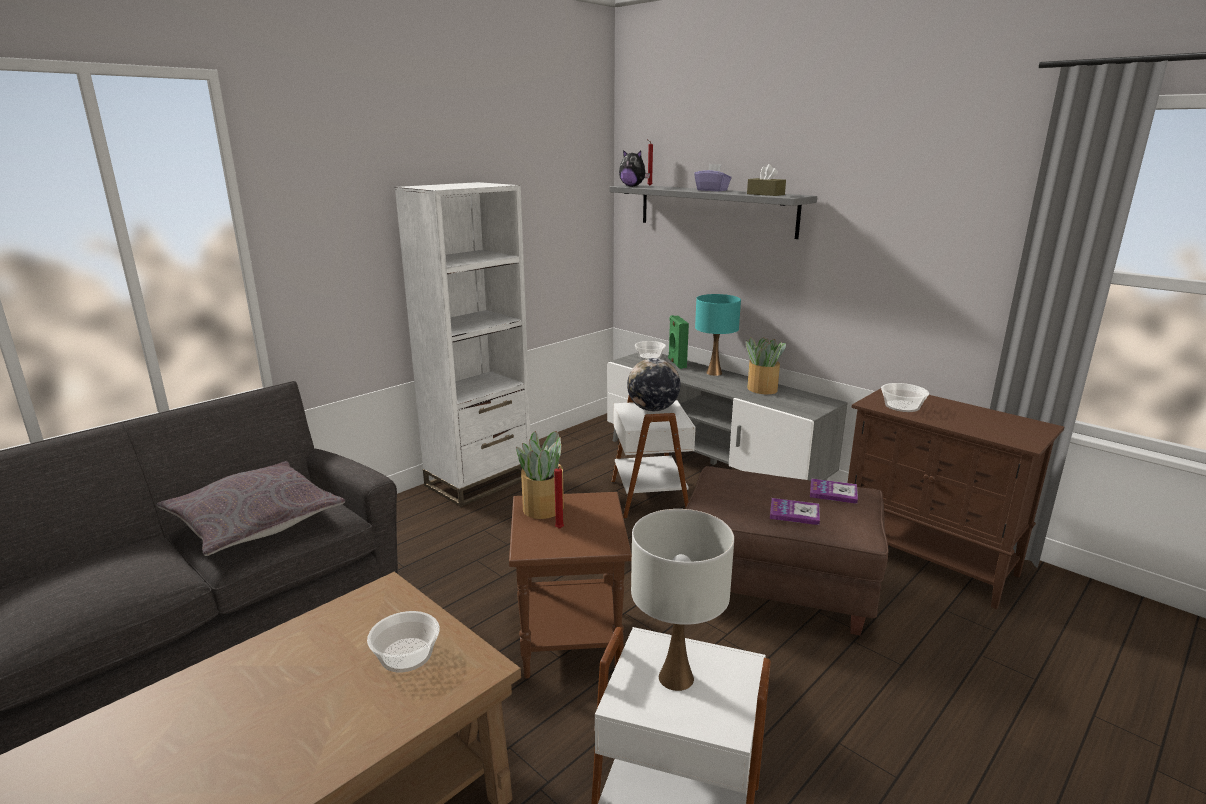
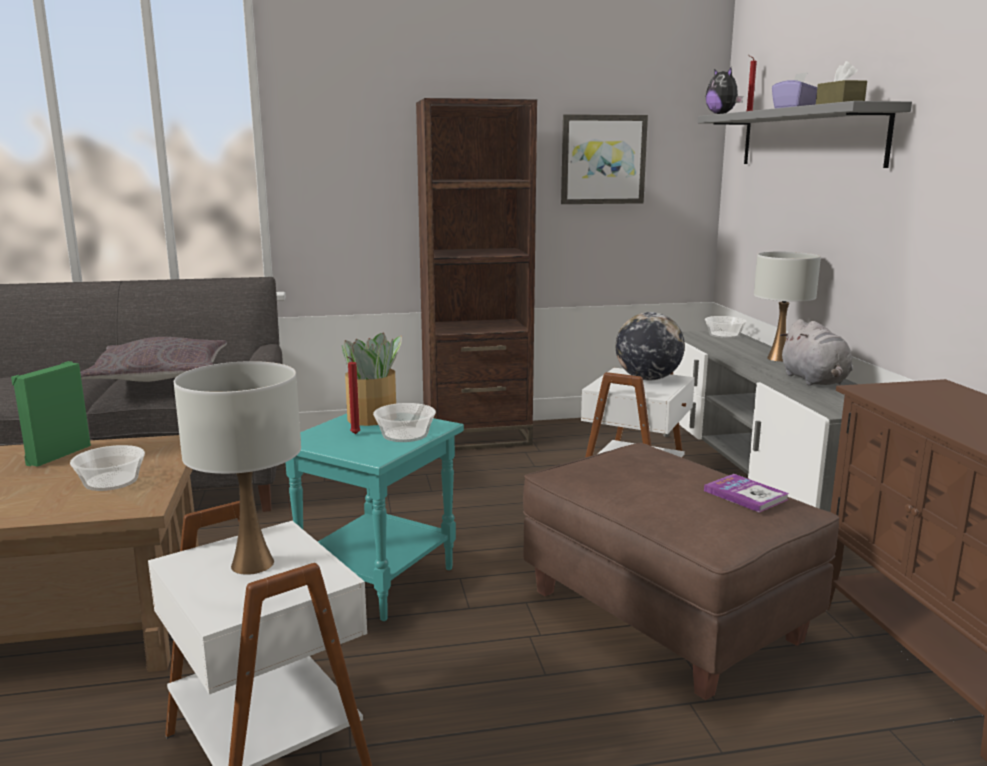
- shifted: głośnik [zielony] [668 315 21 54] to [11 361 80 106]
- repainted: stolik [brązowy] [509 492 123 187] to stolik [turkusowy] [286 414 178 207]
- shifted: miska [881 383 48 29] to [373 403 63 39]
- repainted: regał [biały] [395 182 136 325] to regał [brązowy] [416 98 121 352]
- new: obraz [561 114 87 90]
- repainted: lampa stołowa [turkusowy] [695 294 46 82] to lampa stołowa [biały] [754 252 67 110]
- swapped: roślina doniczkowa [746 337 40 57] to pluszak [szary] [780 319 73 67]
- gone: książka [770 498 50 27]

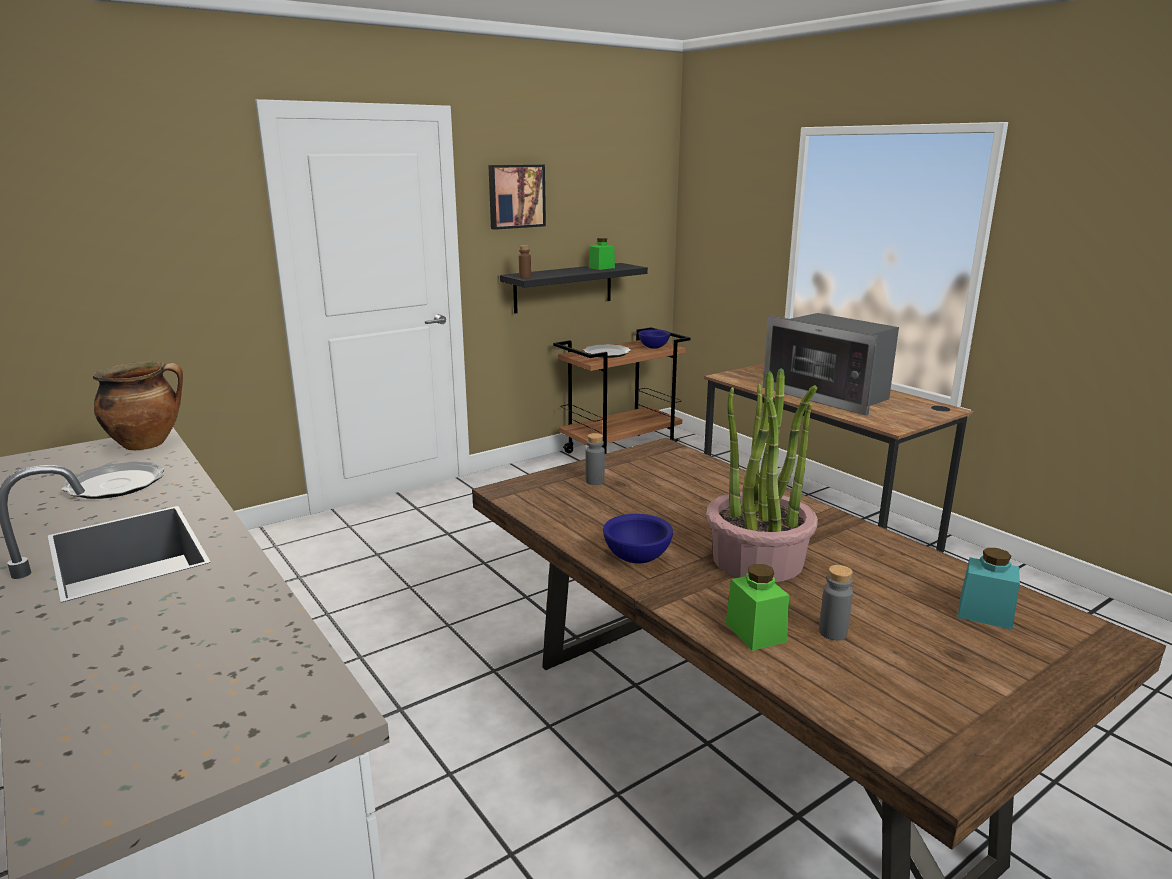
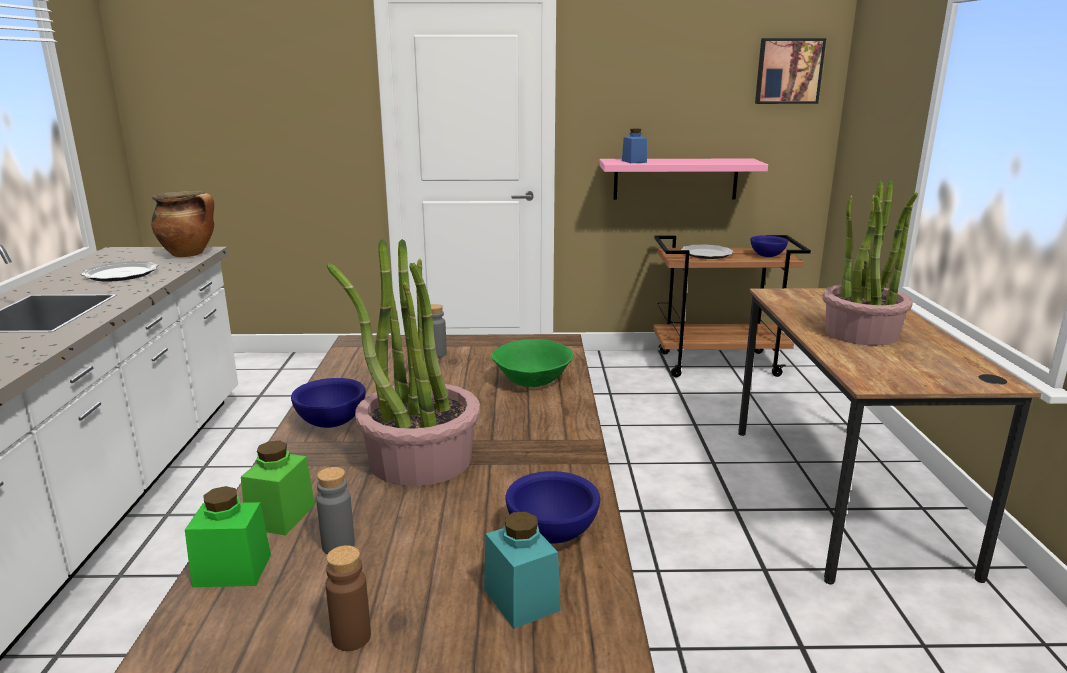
- shifted: słoik [zielony] [589 238 26 32] to [185 486 86 101]
- shifted: butelka [brązowy] [519 245 12 33] to [326 545 45 106]
- new: miska [zielony] [491 339 82 48]
- new: miska [niebieski] [505 471 95 73]
- repainted: półka [czarny] [500 263 148 51] to półka [różowy] [599 159 169 41]
- new: słoik [niebieski] [622 129 25 34]
- shifted: obraz [488 164 58 66] to [755 38 71 66]
- swapped: mikrofalówka [762 313 137 103] to roślina doniczkowa [822 180 96 166]

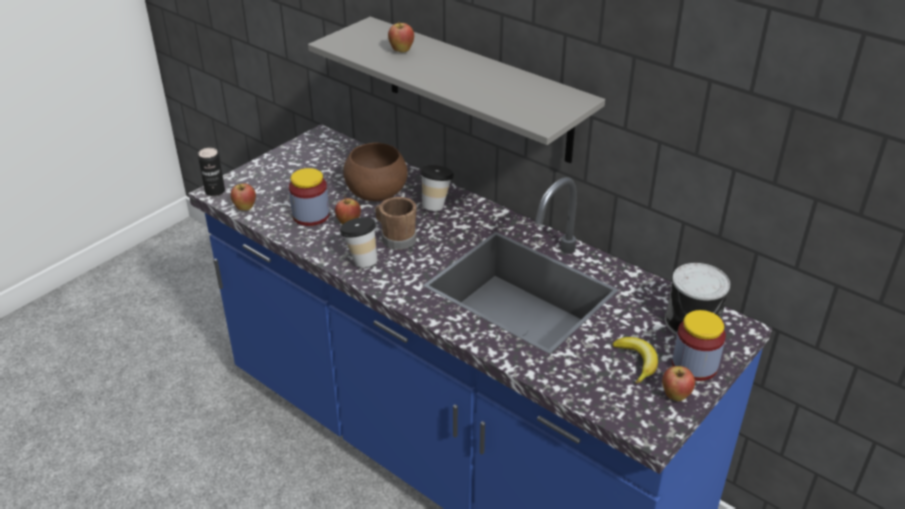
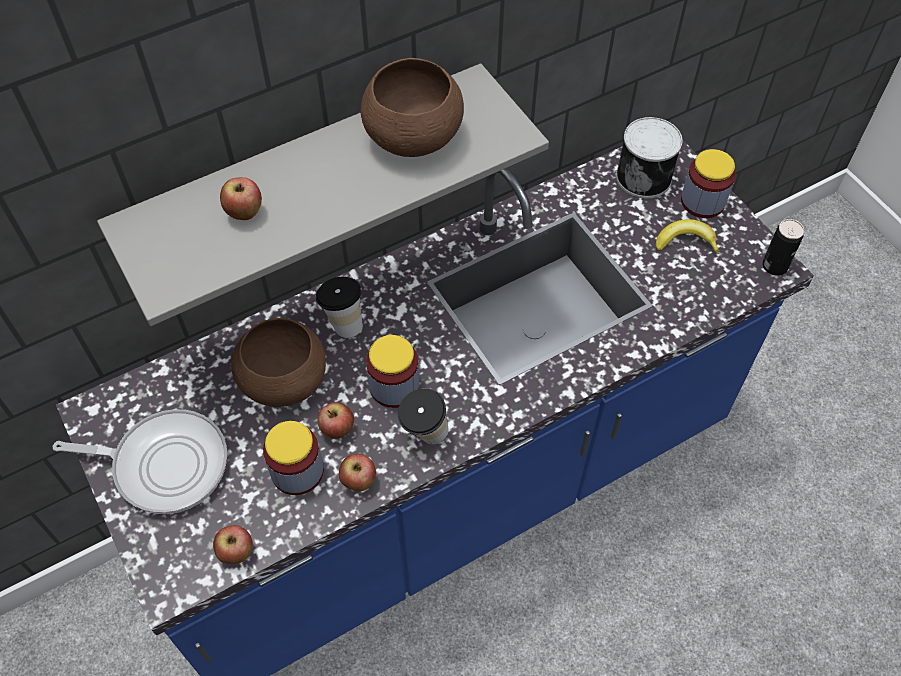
- new: patelnia [53 409 174 105]
- shifted: jabłko [662 366 33 35] to [339 454 37 38]
- new: miska [brązowy] [361 58 103 99]
- swapped: kubek [brązowy] [375 197 42 53] to słoik [366 335 53 73]
- shifted: puszka [198 148 27 48] to [762 219 42 57]

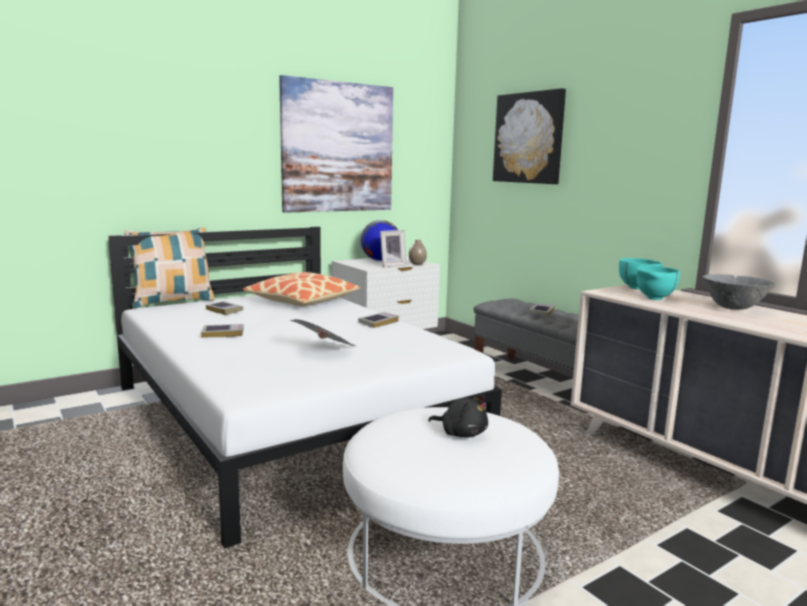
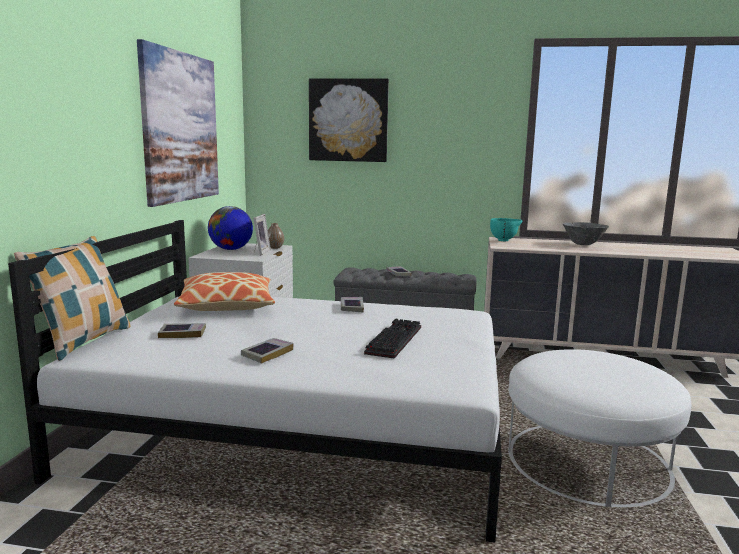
- swapped: gazeta [290 319 68 27] to klawiatura [364 318 57 41]
- gone: pluszak [czarny] [428 395 60 43]
- gone: miska [turkusowy] [636 266 44 34]

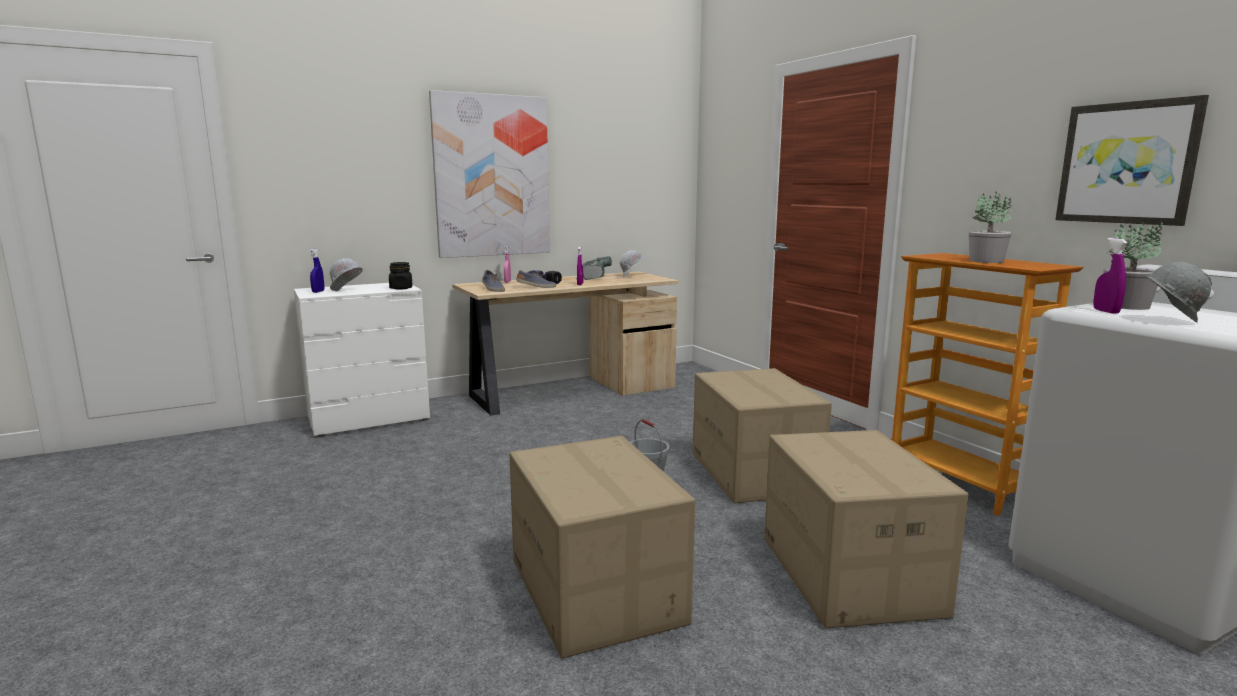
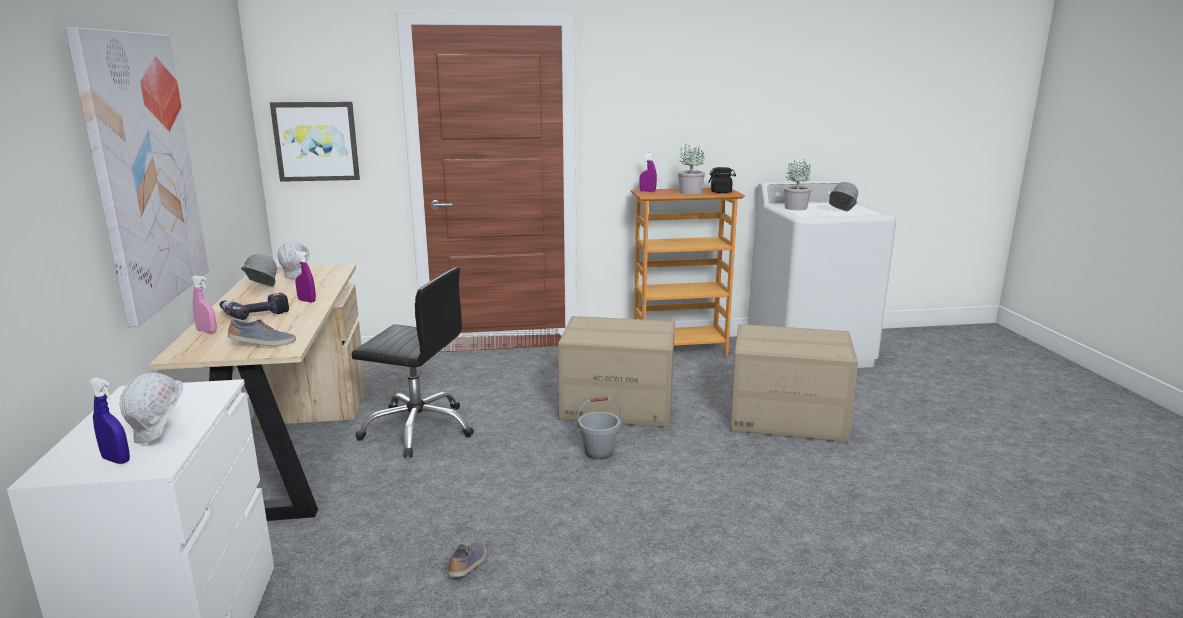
- swapped: wiertarka [575 256 37 24] to kask [szary] [241 254 36 33]
- shifted: obraz [1055 95 154 131] to [270 102 90 80]
- new: krzesło biurowe [czarny] [351 267 123 191]
- shifted: but [516 270 40 18] to [448 542 38 35]
- shifted: spryskiwacz [fioletowy] [1093 238 35 76] to [639 152 18 40]
- shifted: słoik [czarny] [389 262 24 28] to [708 167 28 26]
- gone: karton [509 436 186 223]

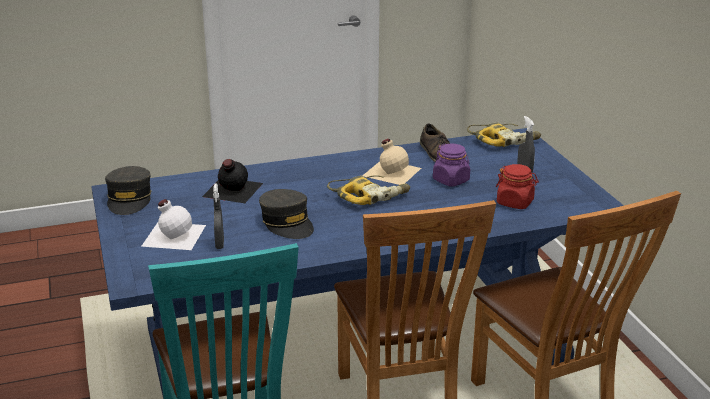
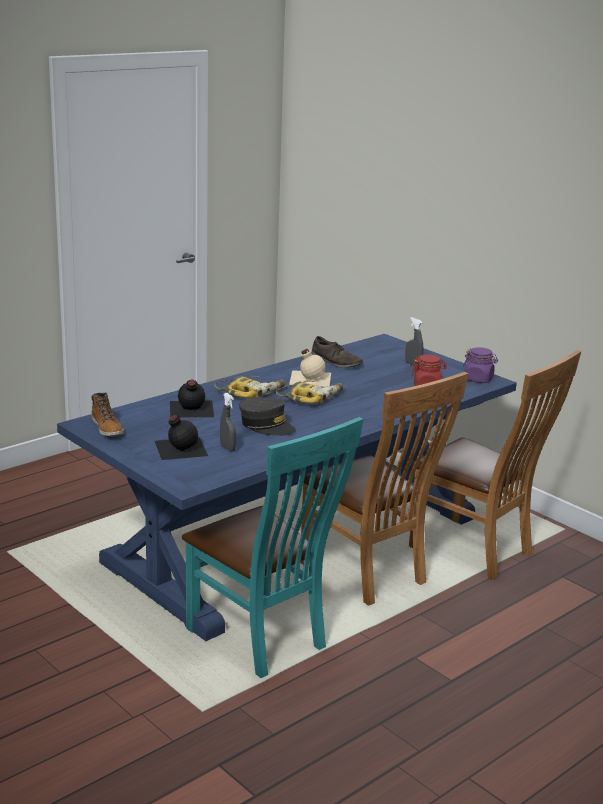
- swapped: czapka z daszkiem [szary] [105 166 47 49] to but z cholewką [91 393 33 43]
- repainted: butelka [biały] [141 199 65 51] to butelka [czarny] [155 415 53 45]
- shifted: wiertarka [467 122 74 25] to [214 376 71 22]
- shifted: słoik [fioletowy] [433 144 37 43] to [463 347 35 36]

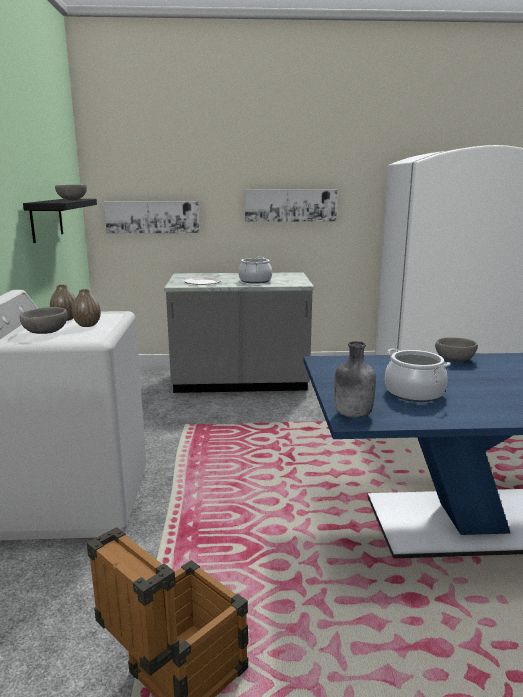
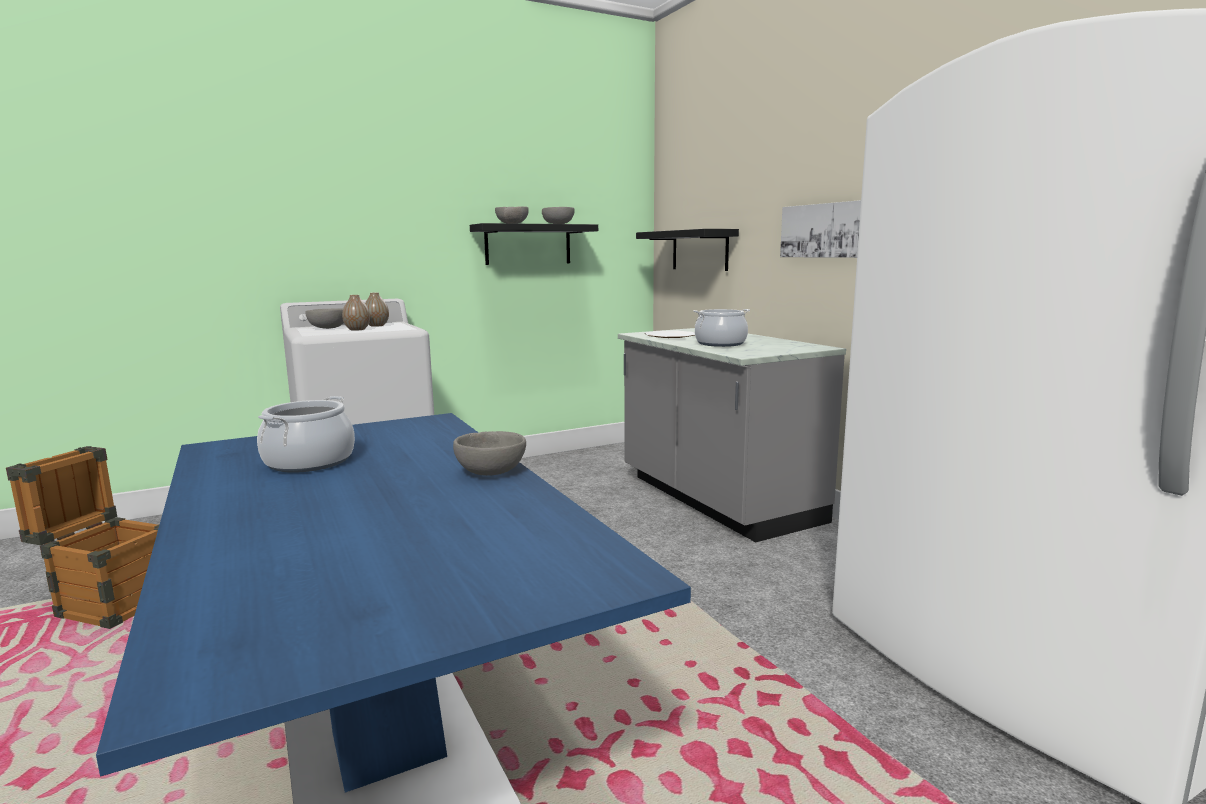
- new: miska [szary] [495 206 34 18]
- swapped: obraz [104 201 96 32] to półka [czarny] [636 229 103 42]
- gone: butelka [szary] [334 341 42 77]

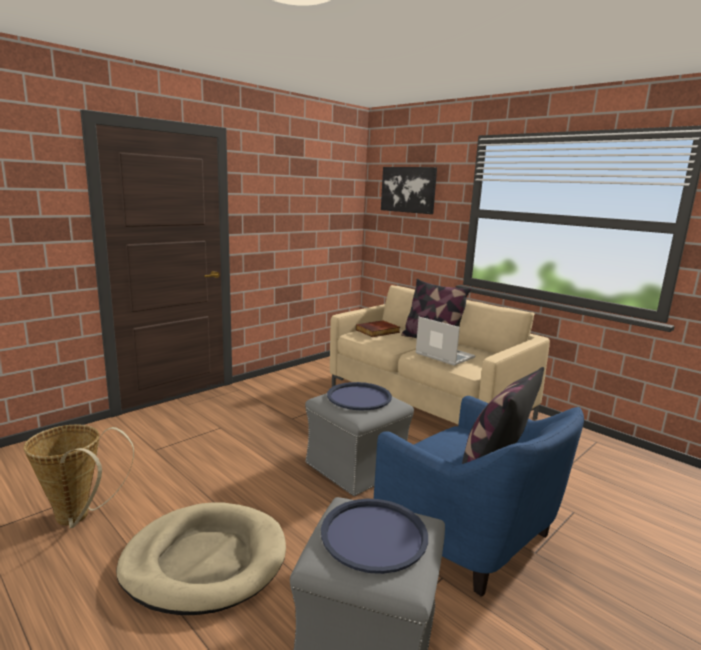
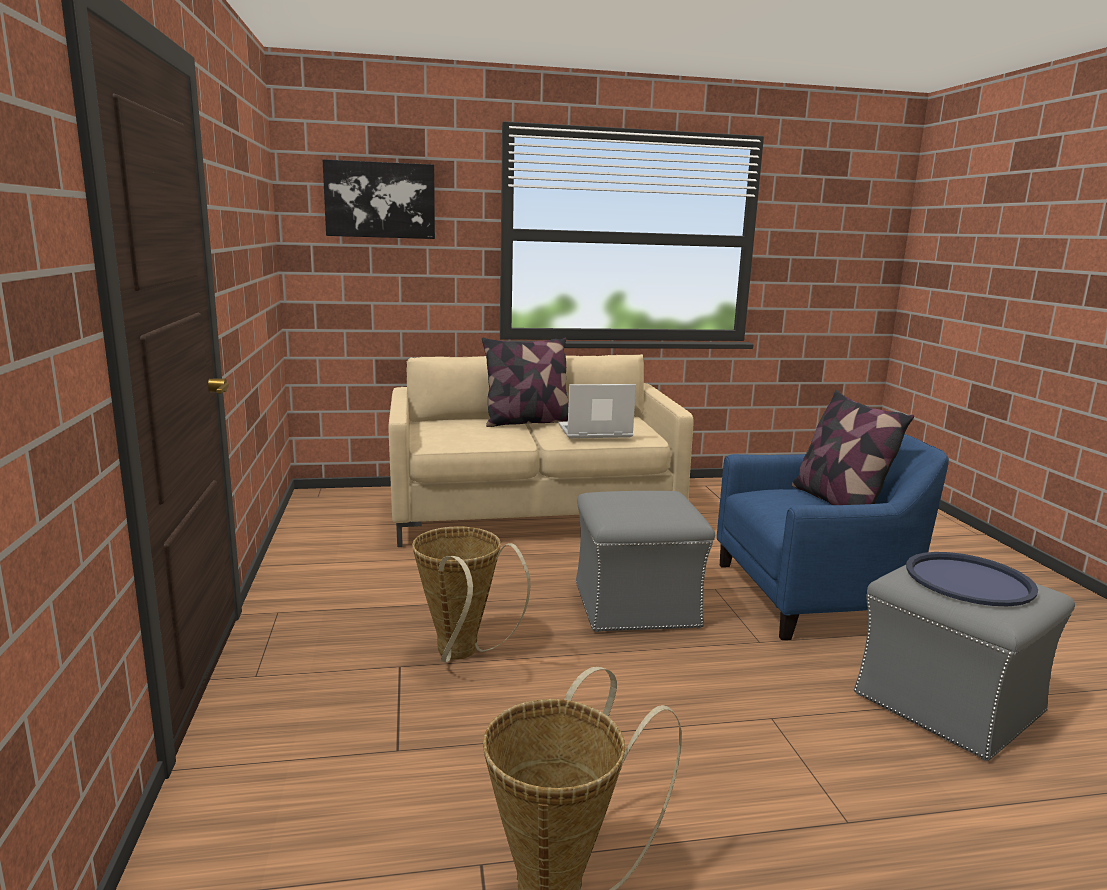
- new: koszyk [412 527 119 135]
- gone: legowisko [beżowy] [116 502 170 113]
- gone: taca [niebieski] [327 382 65 28]
- gone: książka [356 320 44 17]

